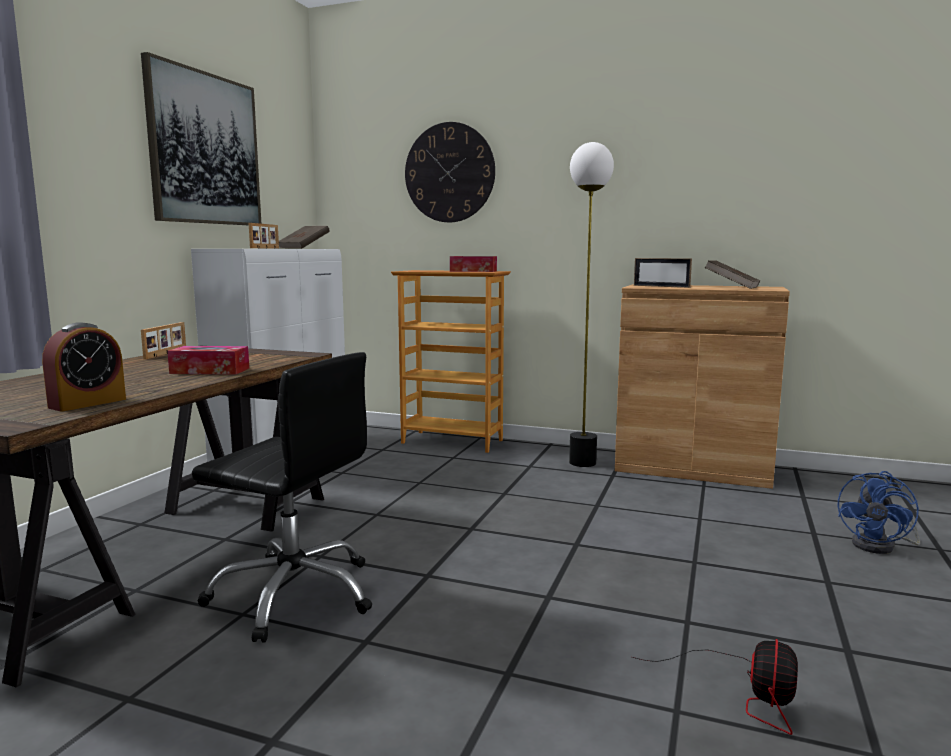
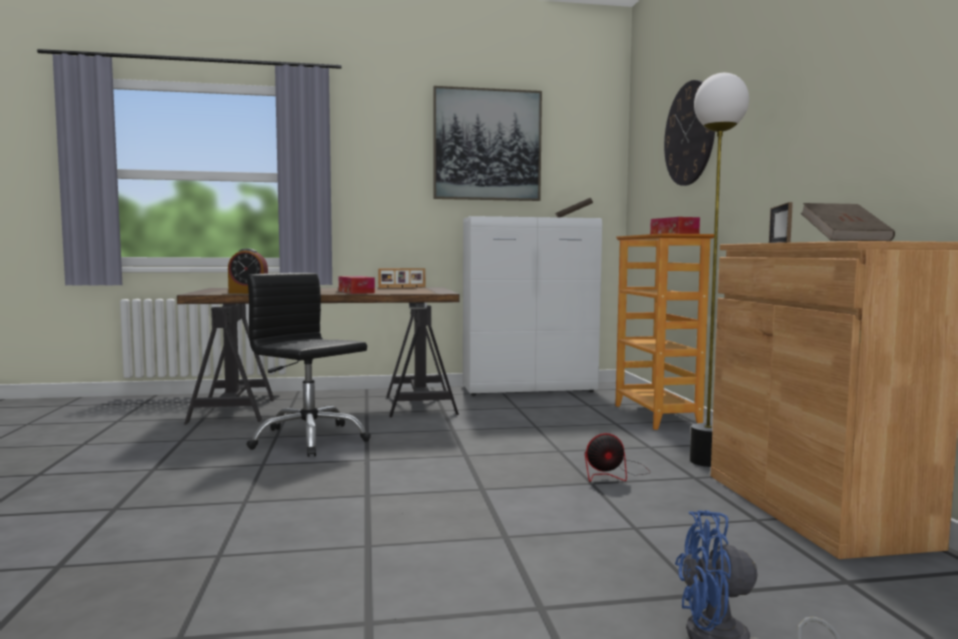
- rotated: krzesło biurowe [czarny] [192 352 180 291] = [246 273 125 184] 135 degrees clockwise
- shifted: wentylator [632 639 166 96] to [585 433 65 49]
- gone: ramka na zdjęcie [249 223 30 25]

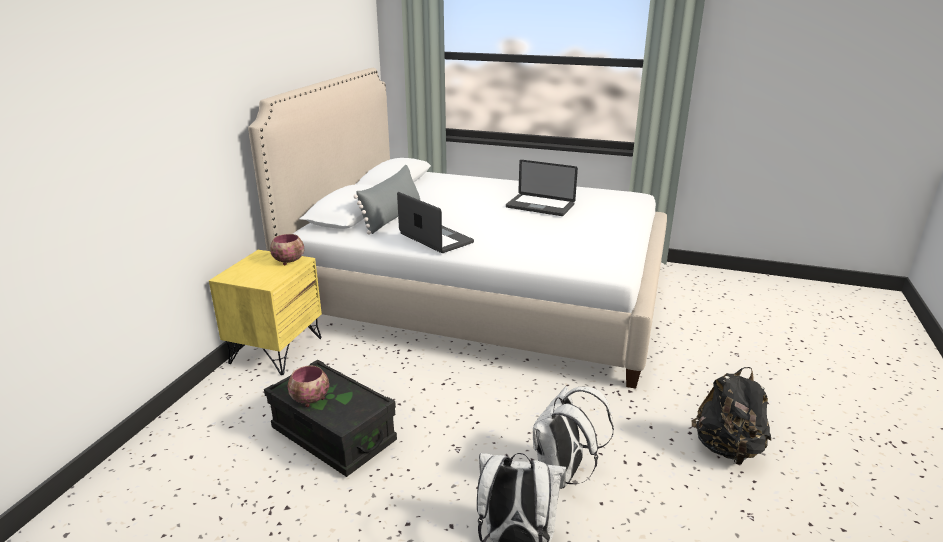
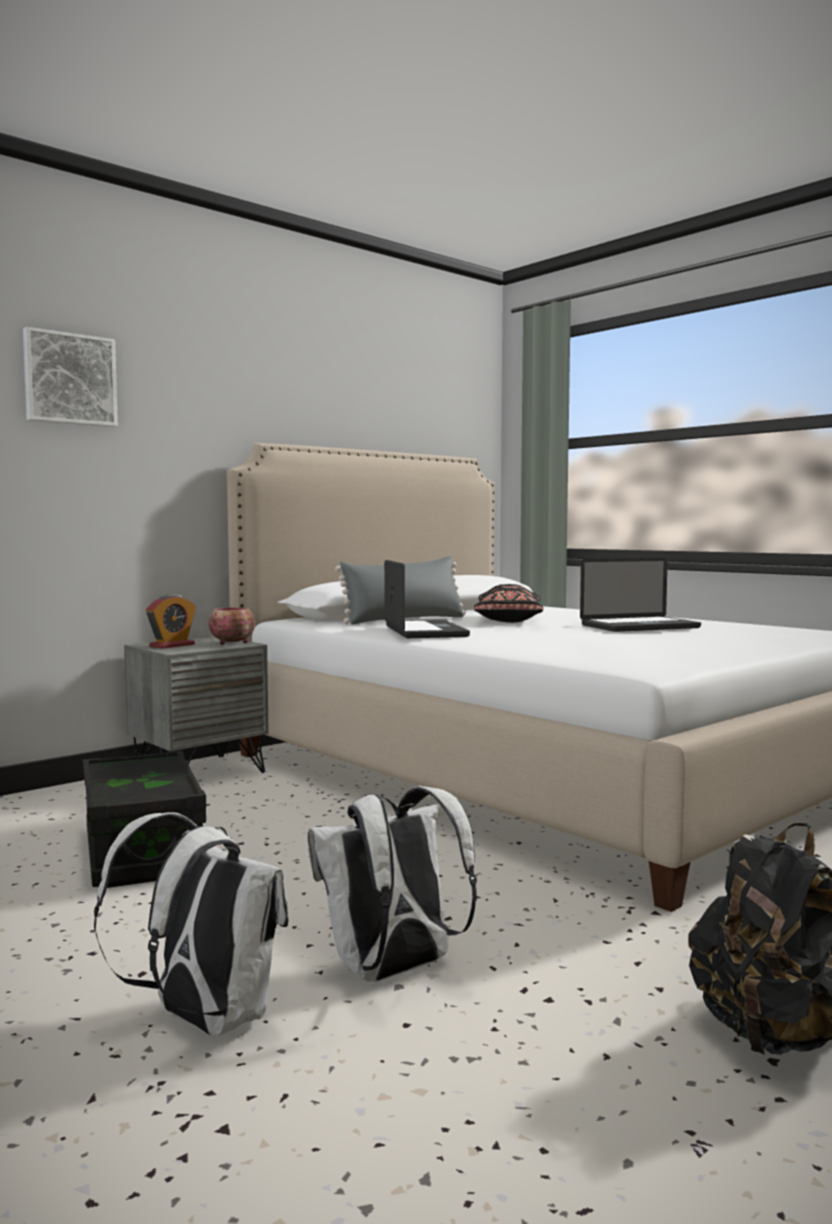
- new: obraz [23 327 95 100]
- repainted: szafka nocna [żółty] [209 250 113 125] to szafka nocna [szary] [124 637 145 136]
- new: budzik [146 594 50 55]
- new: poduszka [czarny] [474 584 70 39]
- rotated: laptop [506 160 72 56] = [580 558 121 74] 75 degrees counterclockwise
- gone: miska [287 366 42 41]

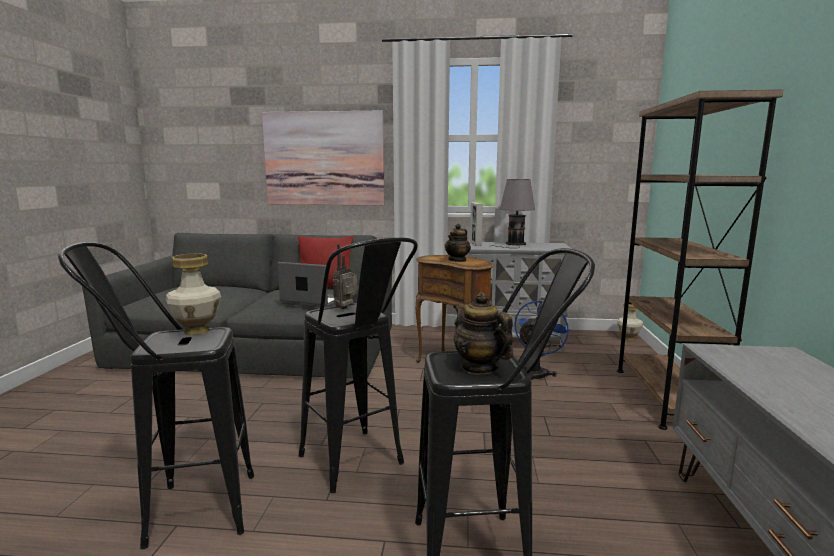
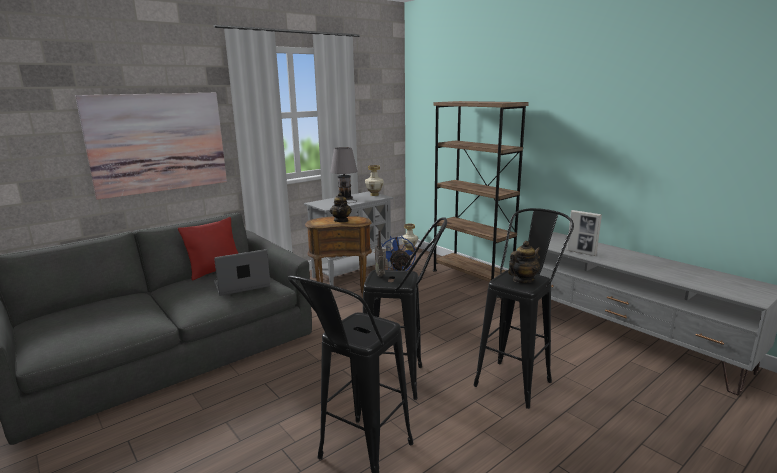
- shifted: wazon [166 253 55 82] to [365 165 19 31]
- rotated: imbryk [453 292 60 83] = [508 241 33 42] 135 degrees clockwise
- shifted: ramka na zdjęcie [470 202 13 44] to [567 210 35 46]

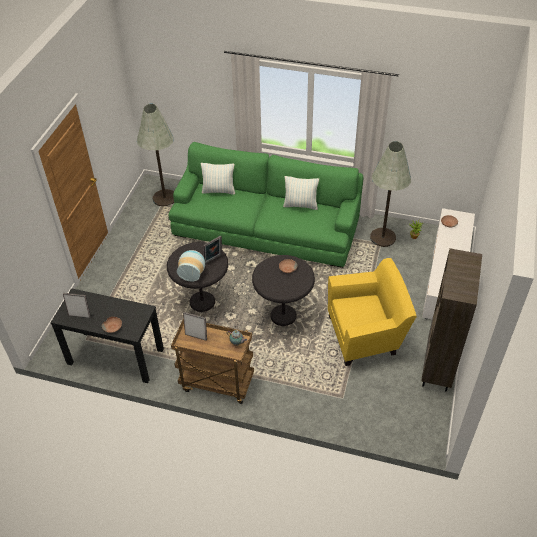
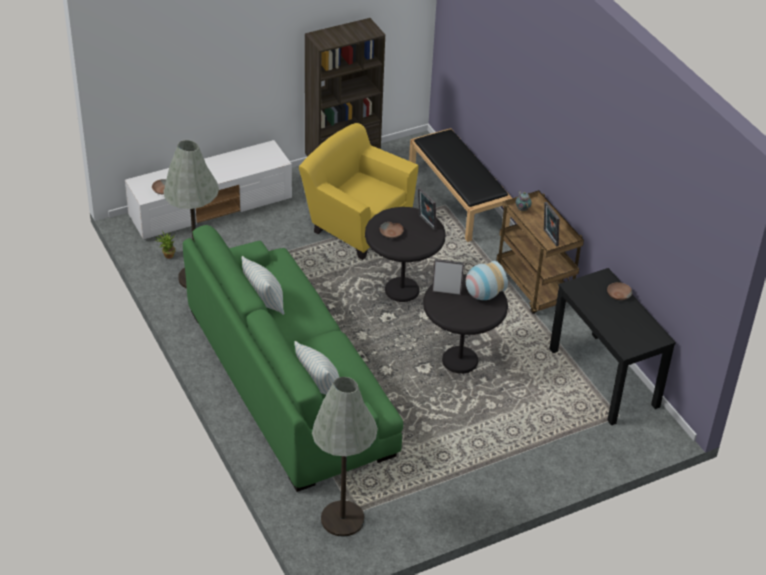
- new: ławka [czarny] [409 128 103 114]
- shifted: ramka na zdjęcie [63 293 28 25] to [418 188 19 42]

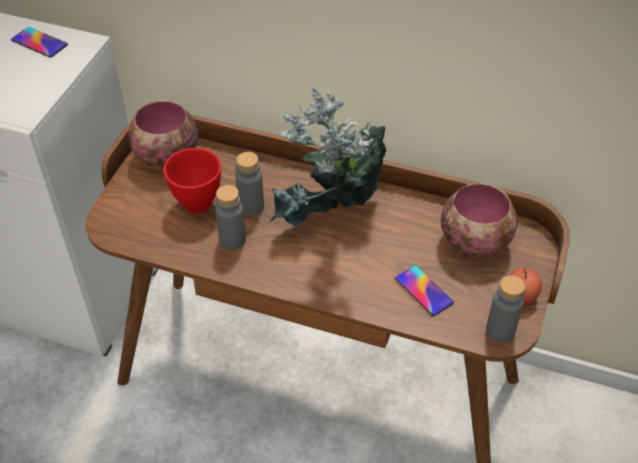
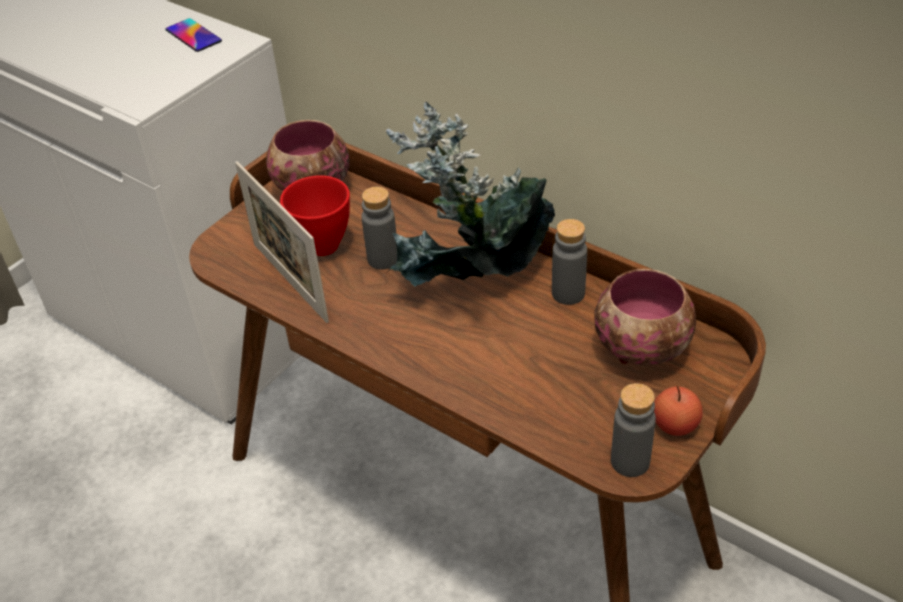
- new: ramka na zdjęcie [235 161 94 162]
- shifted: butelka [szary] [215 185 31 65] to [552 219 35 86]
- gone: telefon [395 265 59 51]

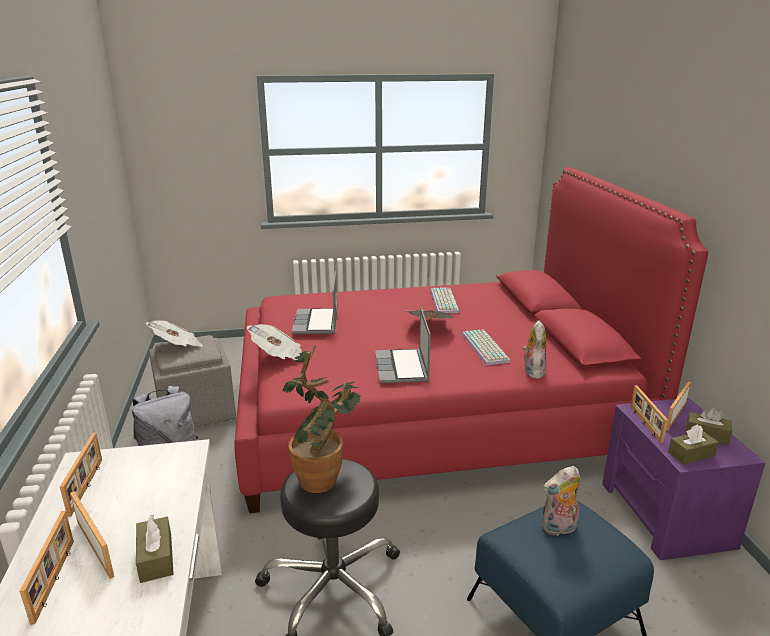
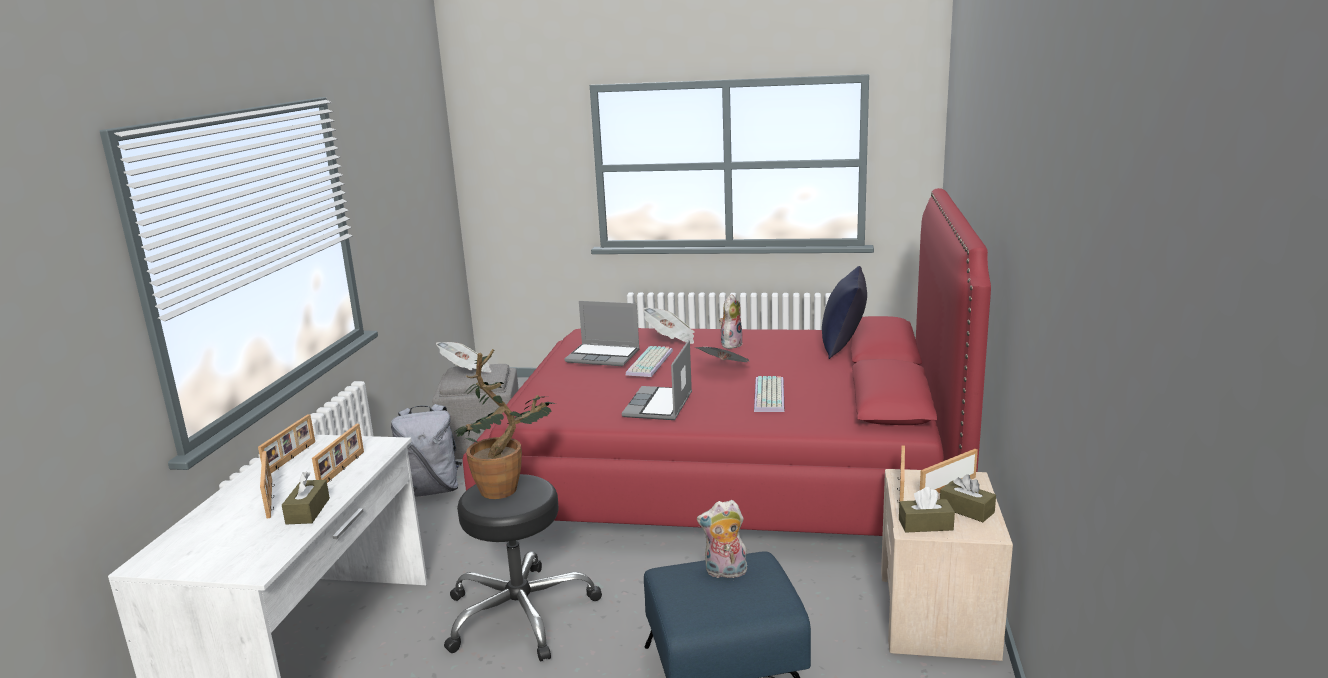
- shifted: ramka na zdjęcie [19 511 55 114] to [312 424 52 59]
- rotated: laptop [292 271 46 63] = [565 301 75 65] 90 degrees counterclockwise
- shifted: klawiatura [431 287 28 26] to [626 346 47 31]
- shifted: gazeta [247 324 55 36] to [643 308 52 36]
- shifted: pluszak [522 320 24 59] to [719 294 24 55]
- new: poduszka [niebieski] [822 266 45 93]
- repainted: szafka nocna [fioletowy] [602 398 163 162] to szafka nocna [beżowy] [881 469 132 192]

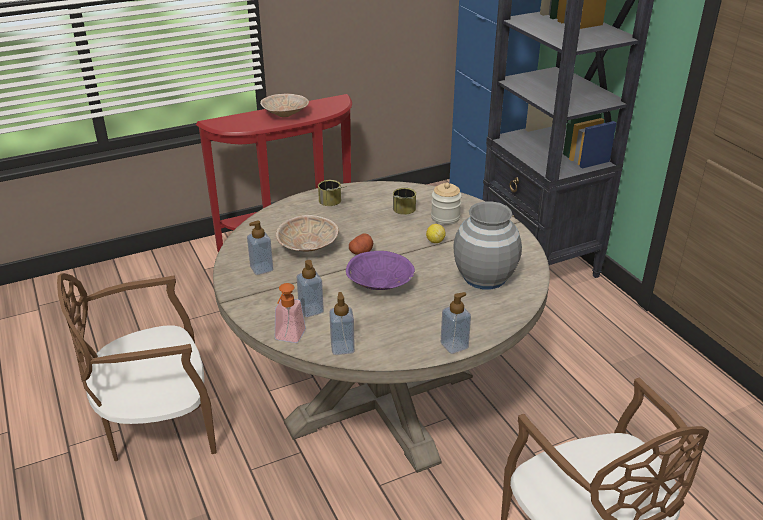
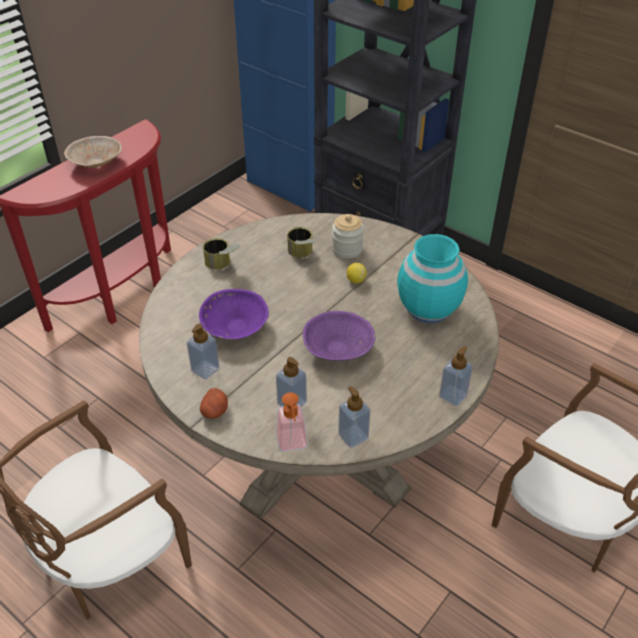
- repainted: miska [beżowy] [276 215 63 36] to miska [fioletowy] [199 289 70 50]
- shifted: ziemniak [349 233 24 22] to [200 388 28 31]
- repainted: wazon [szary] [453 201 69 88] to wazon [turkusowy] [397 234 71 89]

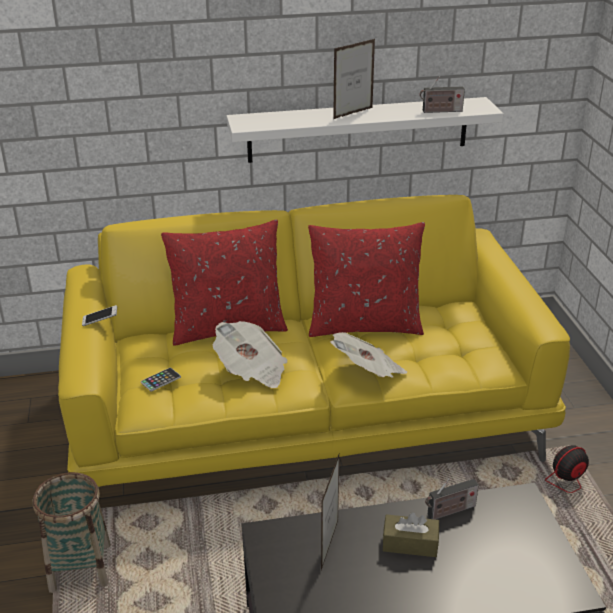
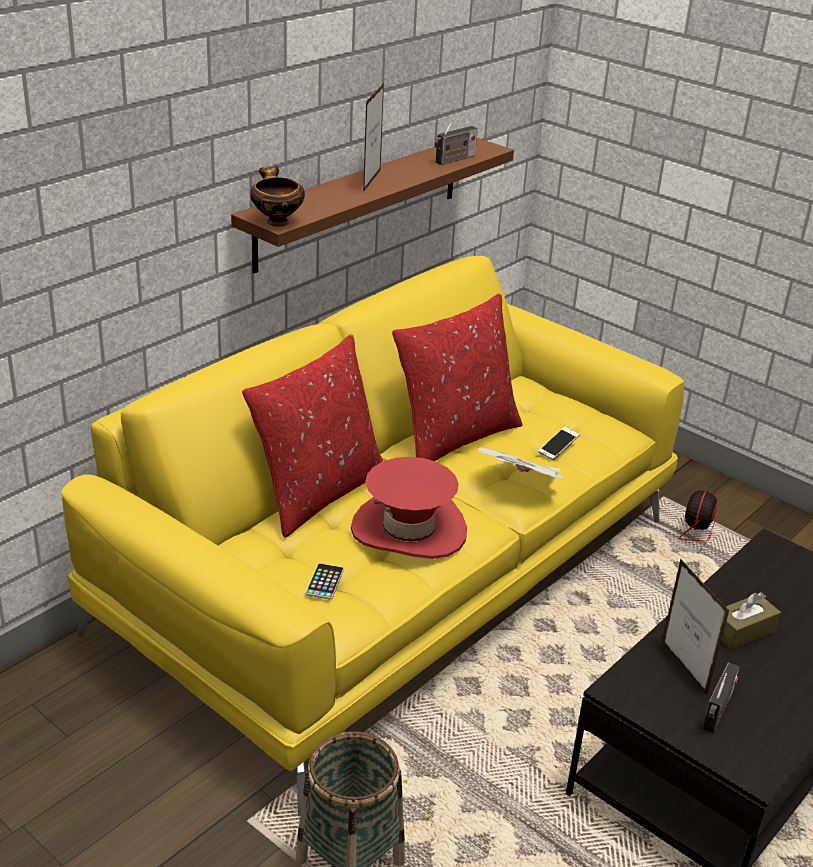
- repainted: półka [biały] [227 97 277 66] to półka [brązowy] [231 138 283 135]
- new: miska [250 166 55 60]
- swapped: gazeta [213 321 75 67] to kapelusz [czerwony] [351 457 116 102]
- shifted: telefon [82 305 35 21] to [538 427 41 33]
- shifted: radio [425 478 54 42] to [702 662 38 71]

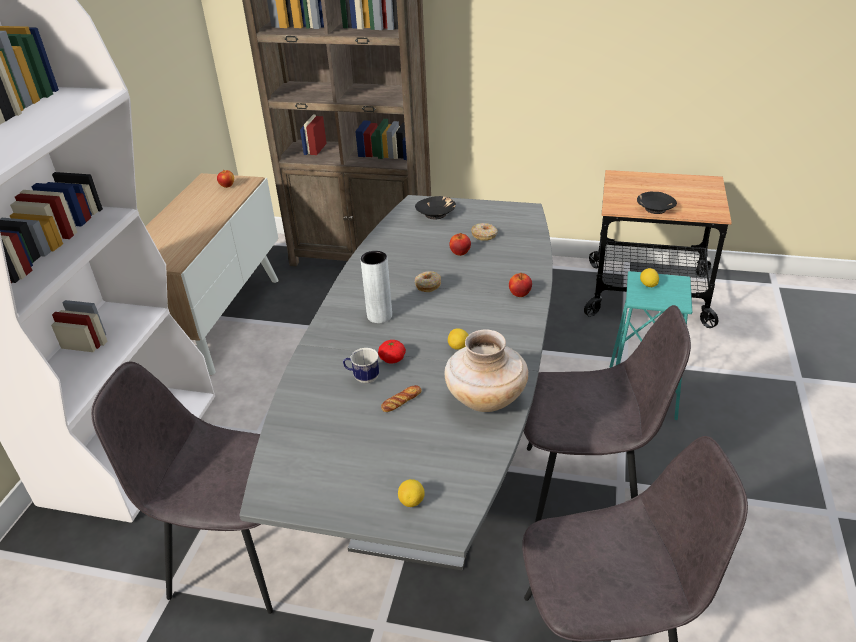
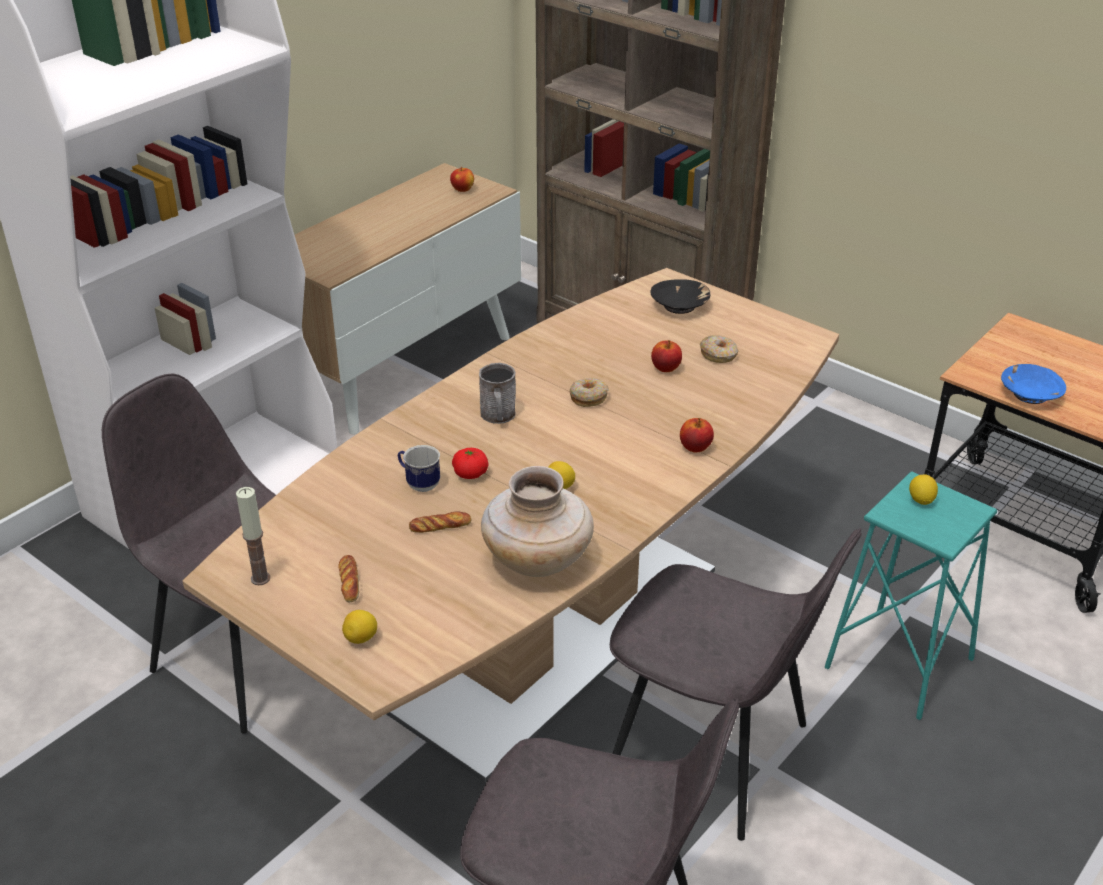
- repainted: stół jadalny [szary] [240 195 313 376] to stół jadalny [brązowy] [183 268 656 515]
- new: świeca [236 487 34 98]
- new: chleb [338 555 21 48]
- swapped: wazon [szary] [360 251 32 72] to kubek [szary] [479 363 37 61]
- repainted: miska [czarny] [637 192 40 22] to miska [niebieski] [1001 364 65 40]

